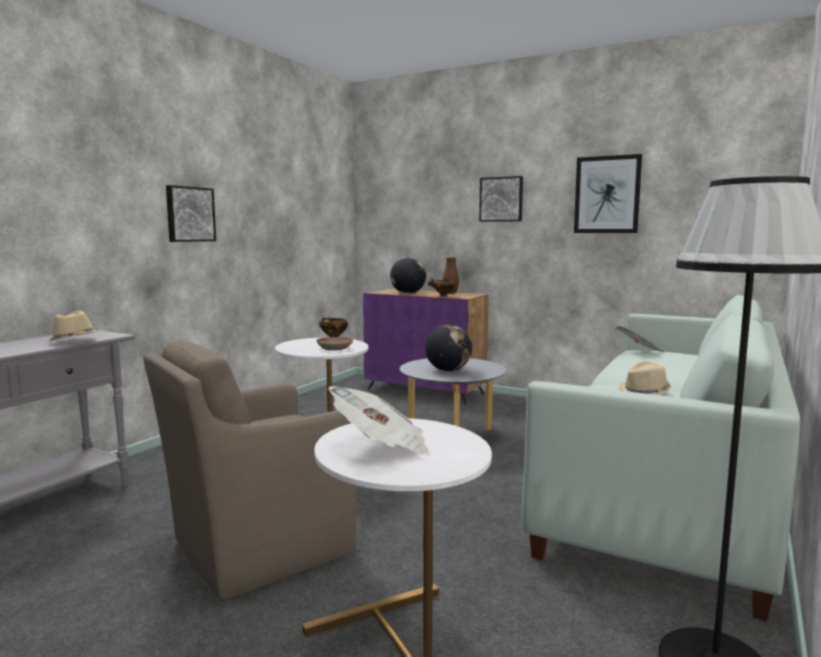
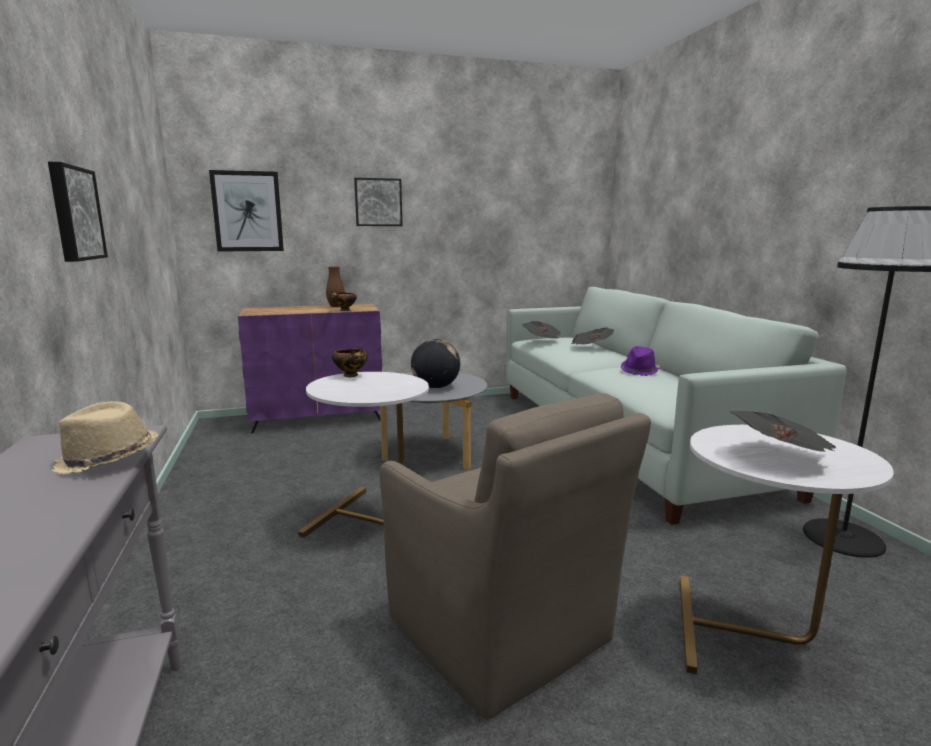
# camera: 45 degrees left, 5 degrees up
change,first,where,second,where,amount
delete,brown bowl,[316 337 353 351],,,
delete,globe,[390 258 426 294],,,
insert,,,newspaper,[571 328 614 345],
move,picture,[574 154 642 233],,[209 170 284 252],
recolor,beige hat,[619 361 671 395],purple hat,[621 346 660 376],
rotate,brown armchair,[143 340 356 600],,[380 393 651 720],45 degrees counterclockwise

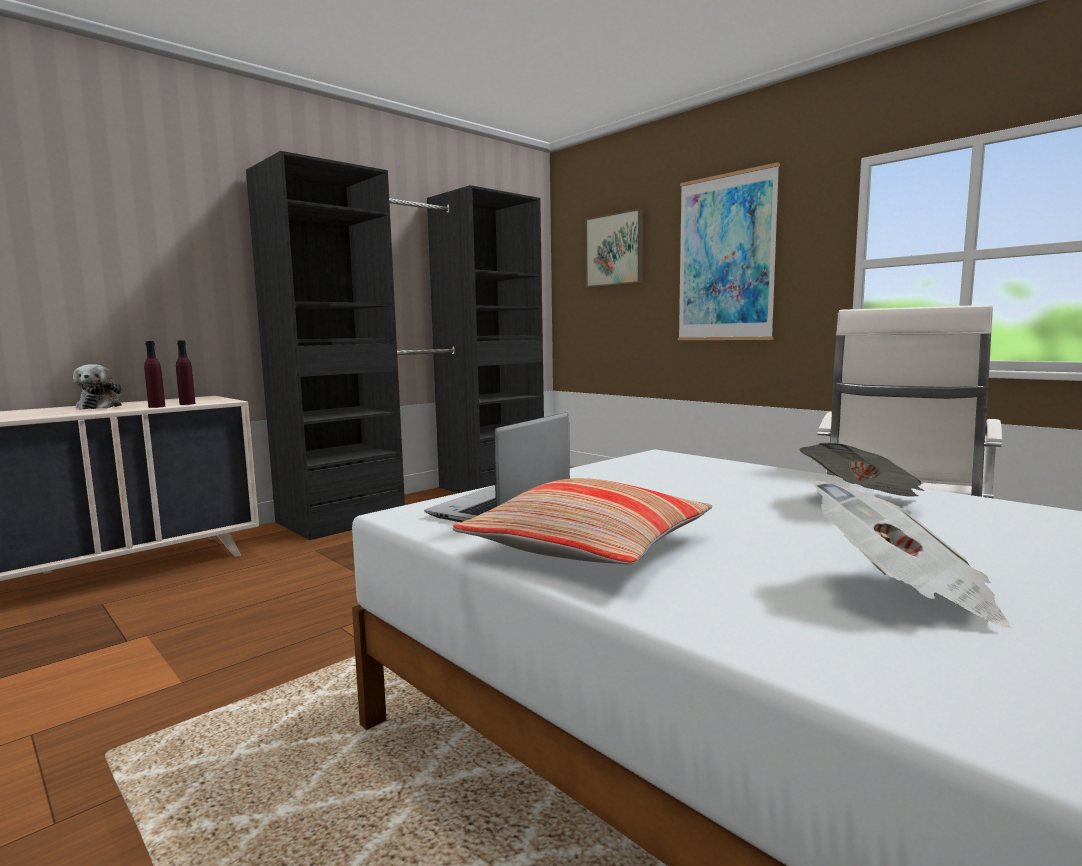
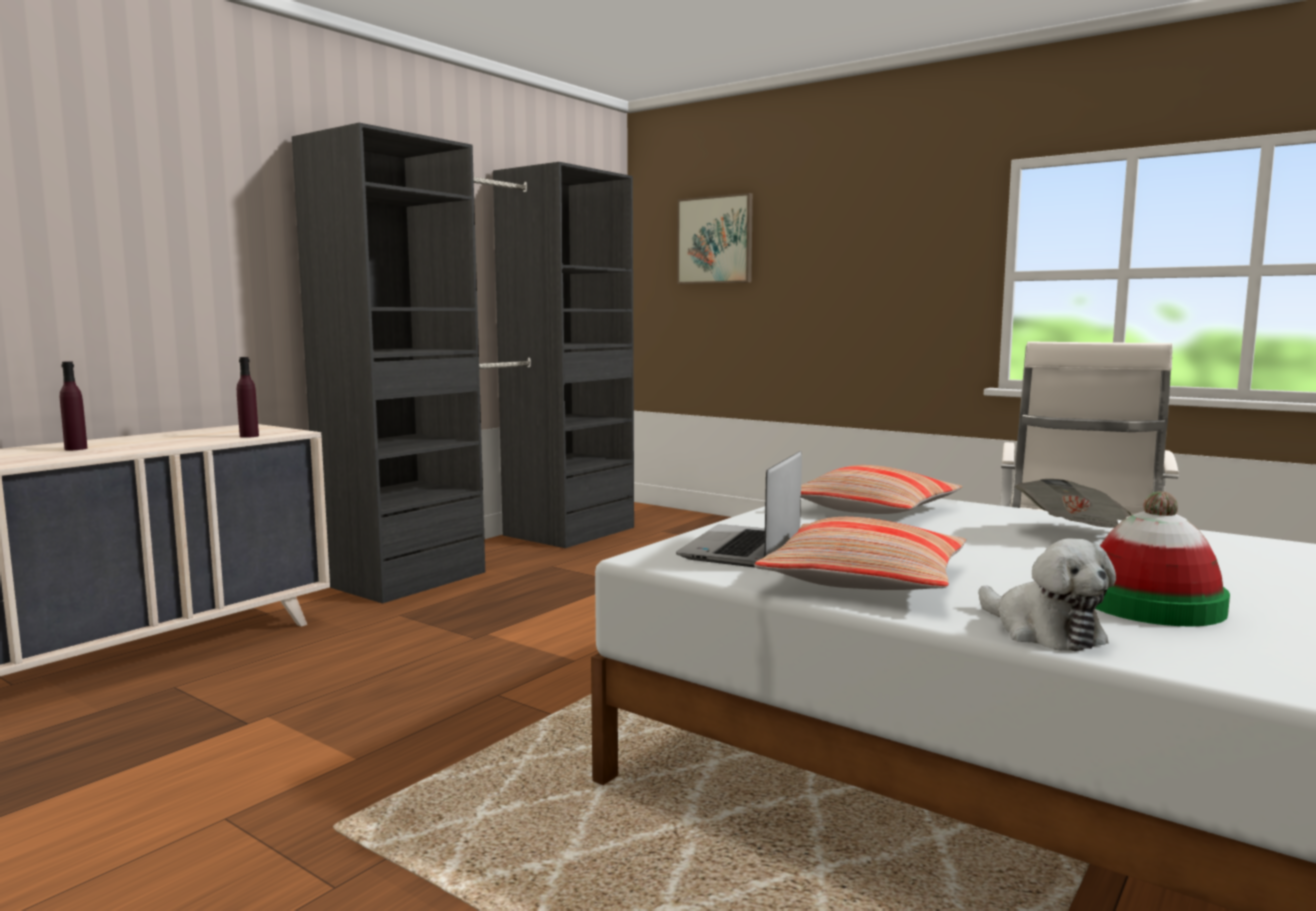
# camera: 10 degrees left, 0 degrees up
change,first,where,second,where,amount
delete,picture,[678 162 780 340],,,
insert,,,pillow,[801 465 963 514],
move,plush toy,[73 364 122 409],,[979 538 1116 652],
move,purple bottle,[144 341 165 408],,[60 361 87 450],
replace,newspaper,[813 481 1012 628],hat,[1095 491 1230 626],

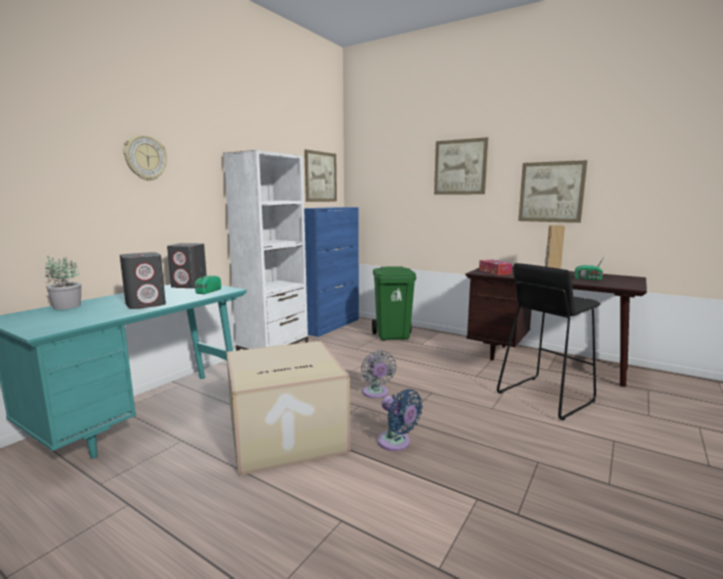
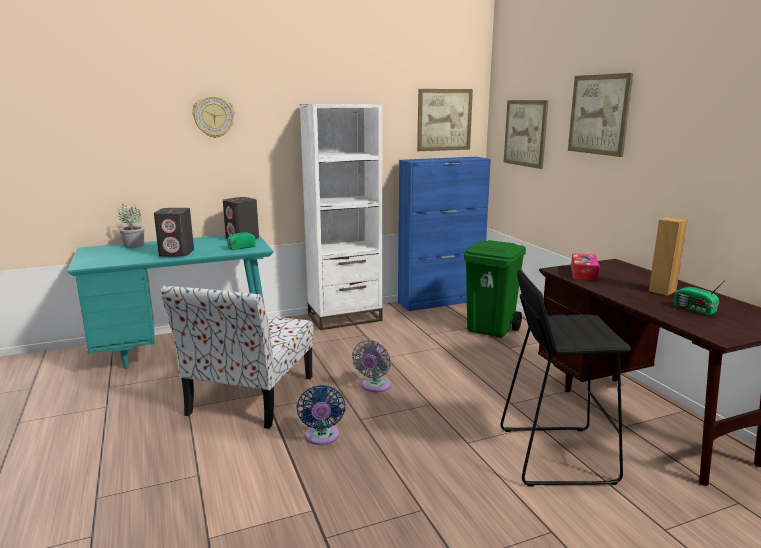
# camera: 35 degrees right, 5 degrees up
change,first,where,second,where,amount
move,picture,[518 160 588 223],,[504 100 549 169],
replace,cardboard box,[226 341 350 476],chair,[161 285 314 429],

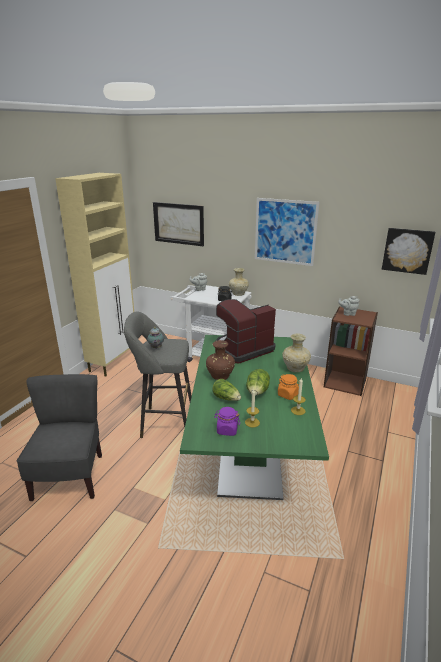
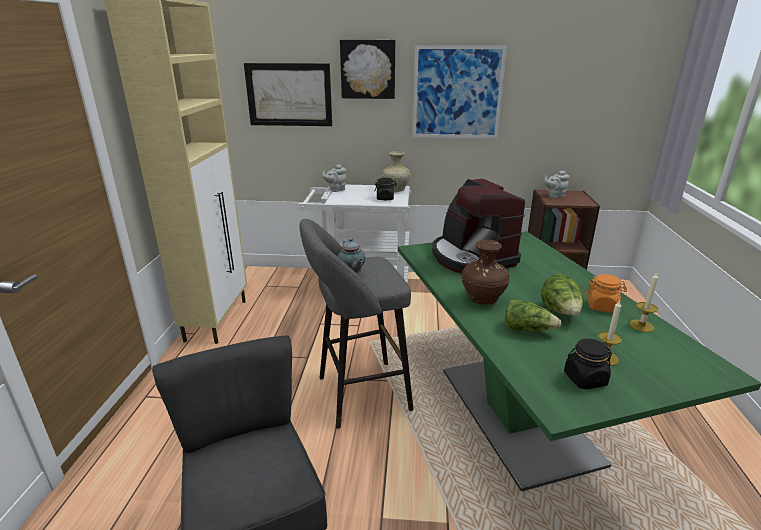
# camera: 20 degrees left, 0 degrees up
change,first,where,second,where,amount
delete,beige vase,[282 333 311 372],,,
move,picture,[382 228 435 275],,[340 40 395 99],
recolor,purple jar,[214 407 240 436],black jar,[564 338 612 389],
rotate,coffee machine,[215 299 276 364],,[432 179 525 273],60 degrees counterclockwise

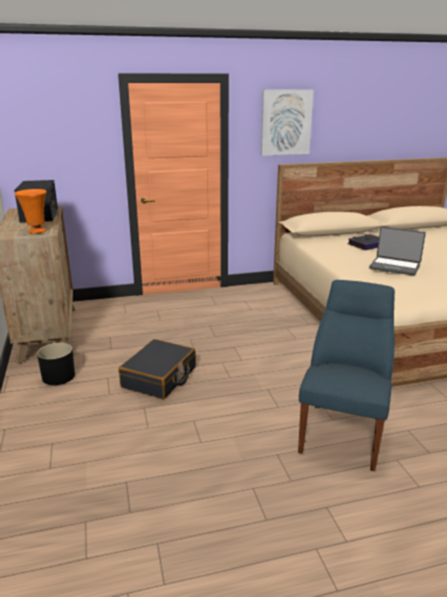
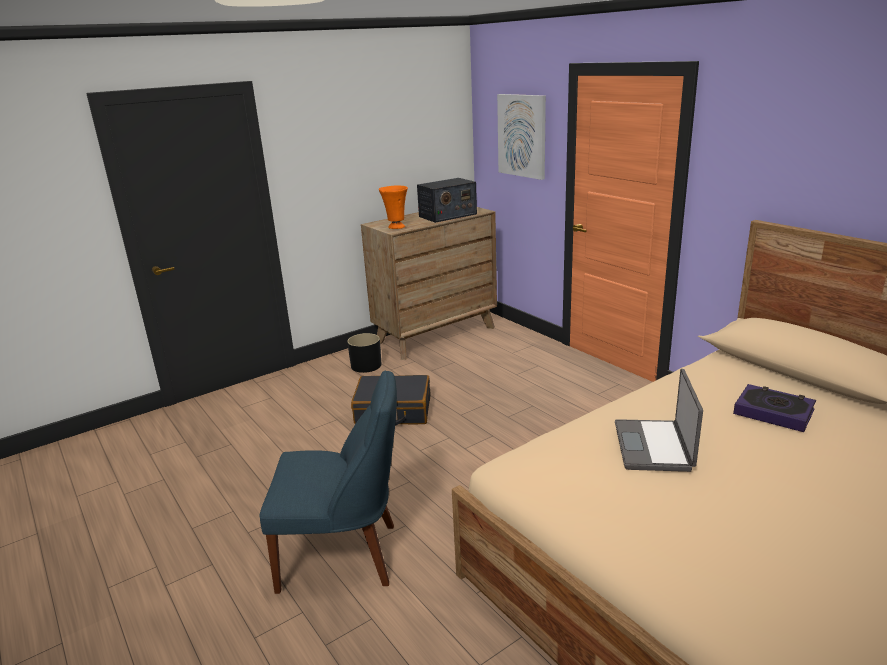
# camera: 70 degrees right, 0 degrees up
change,first,where,second,where,amount
move,picture,[261 89 313 156],,[497 94 546 180],

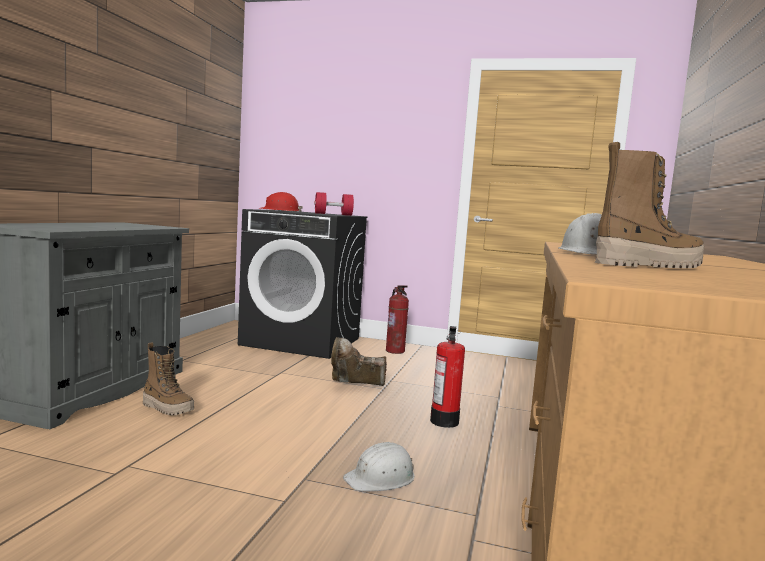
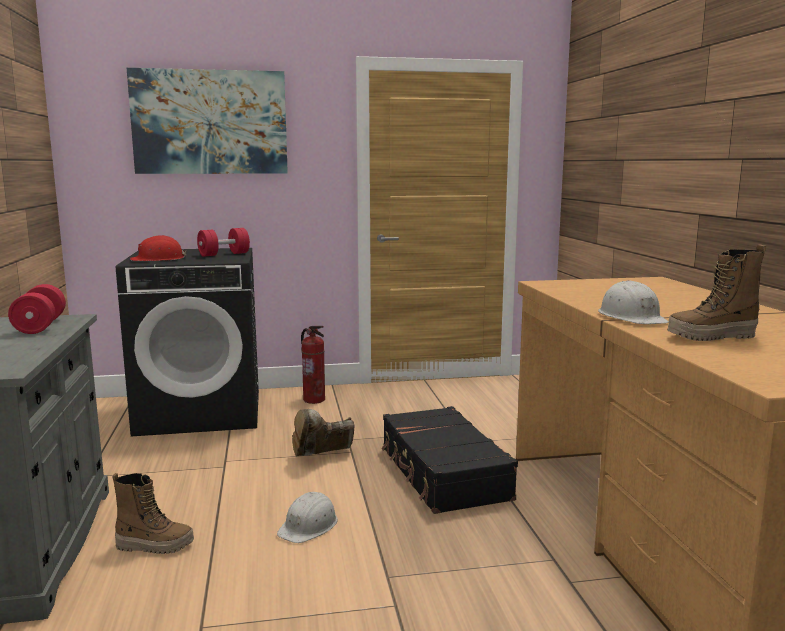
# camera: 25 degrees left, 5 degrees up
change,first,where,second,where,amount
insert,,,red dumbbell,[8 284 66 334],
insert,,,picture,[127 68 288 174],
move,white hard hat,[343 442 415 492],,[277 492 338 543],
replace,fire extinguisher,[430 326 465 428],black suitcase,[381 406 518 514],
rotate,boot,[595 142 704 268],,[668 244 766 341],150 degrees counterclockwise

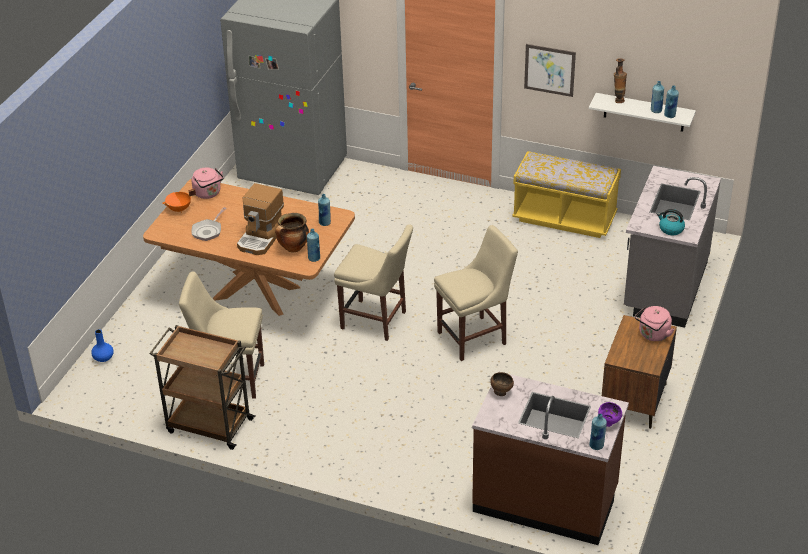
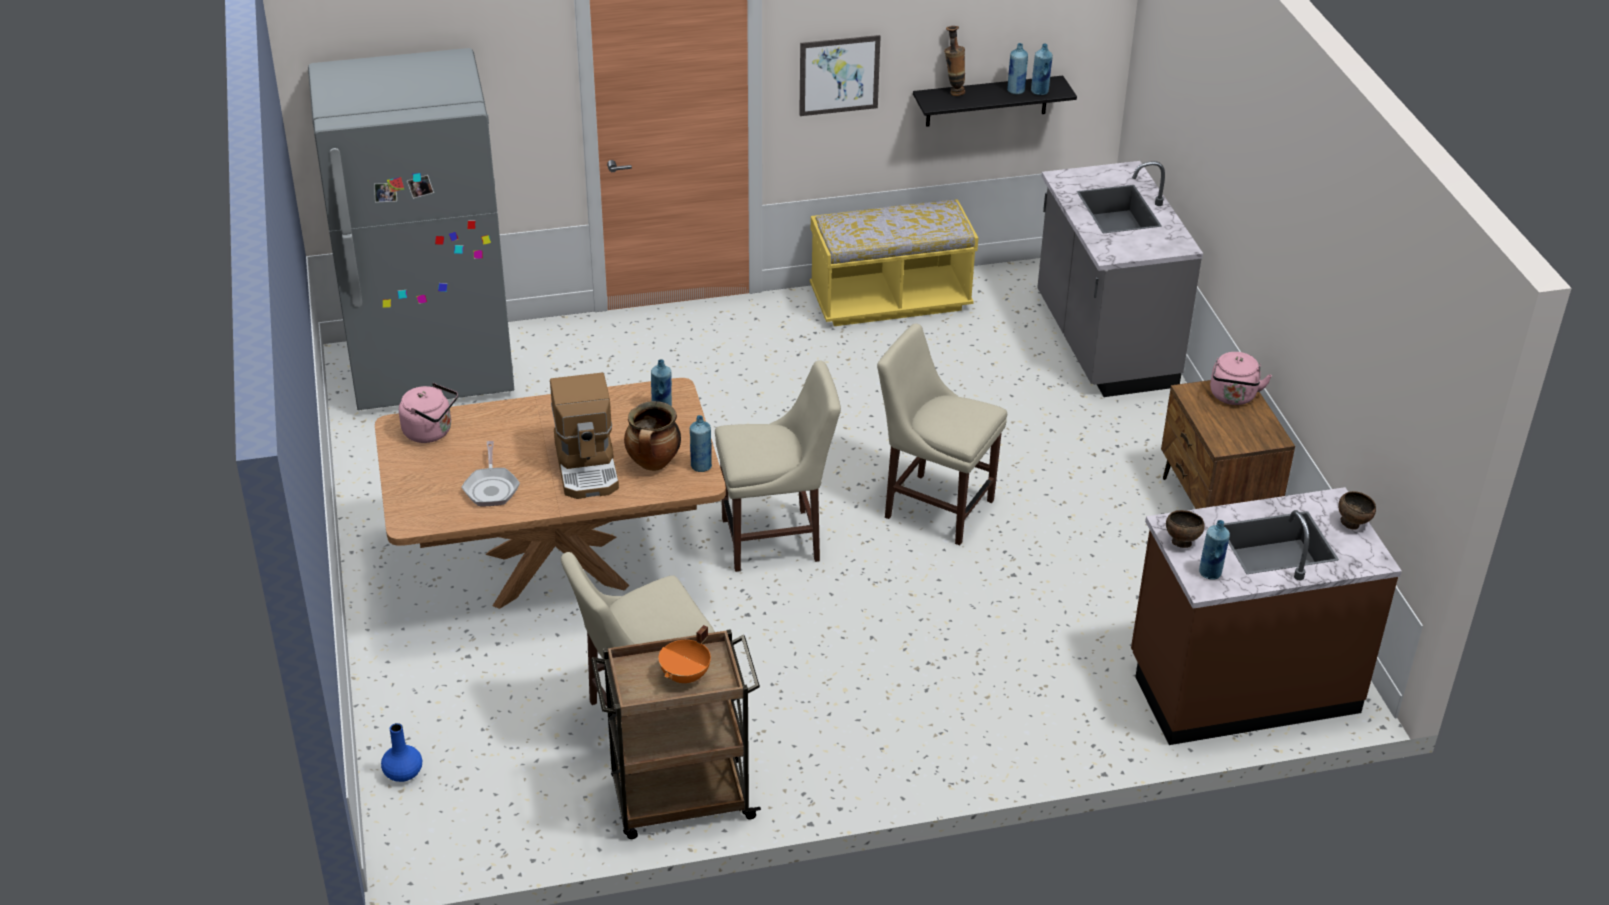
# camera: 35 degrees left, 0 degrees up
change,first,where,second,where,amount
delete,kettle,[657 209 685 235],,,
move,orange cooking pot,[163 189 196 213],,[658 625 711 684],
move,blue bottle,[589 414 607 450],,[1199 520 1230 580],
recolor,white shelf,[589 93 696 132],black shelf,[913 76 1077 127],
recolor,purple bowl,[598 402 622 427],brown bowl,[1338 491 1376 529],
rotate,beige chair,[434 225 518 361],,[877 324 1007 545],90 degrees counterclockwise

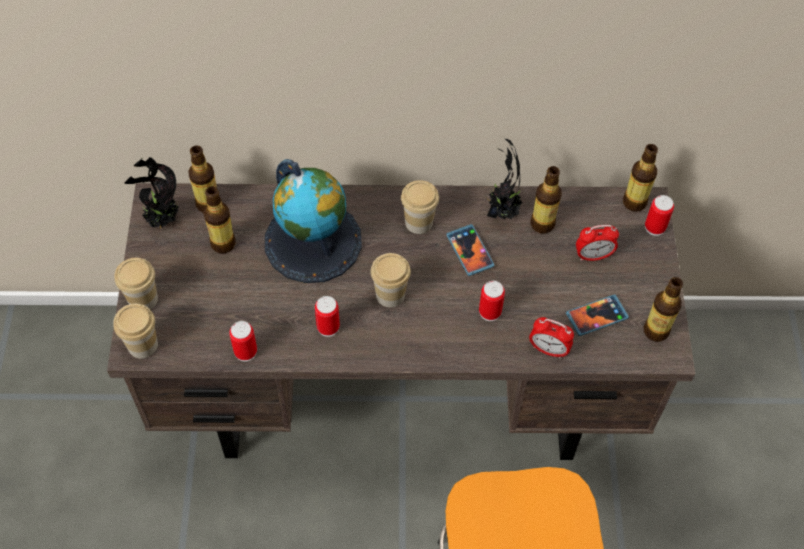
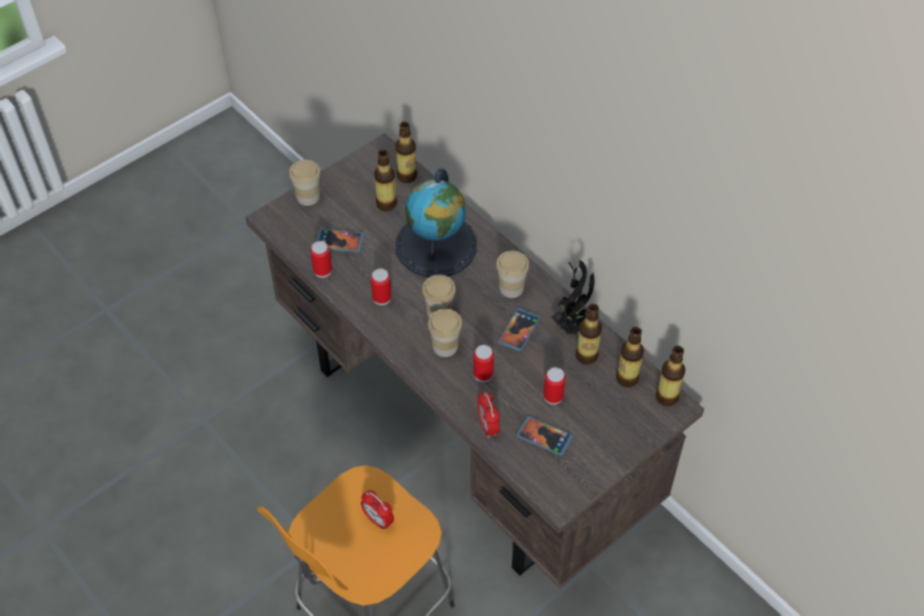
# camera: 50 degrees right, 5 degrees down
change,first,where,second,where,amount
delete,potted plant,[125 157 181 229],,,
insert,,,phone,[316 229 364 253],
move,cup,[113 304 158 358],,[428 309 462 357],
move,alarm clock,[576 225 619 261],,[361 490 394 530],
move,bottle,[644 277 683 342],,[616 327 644 387],
move,can,[645 195 674 236],,[543 367 566 405],

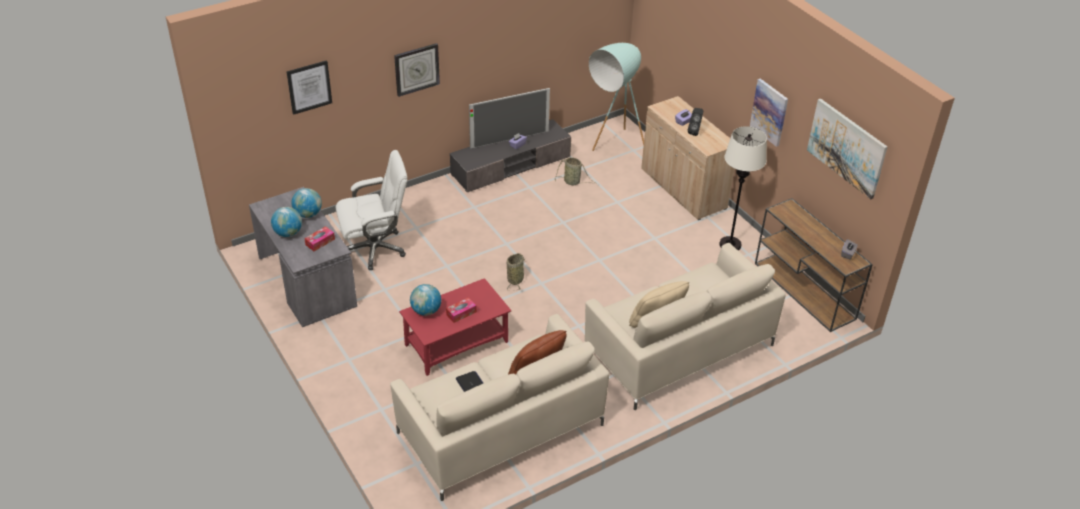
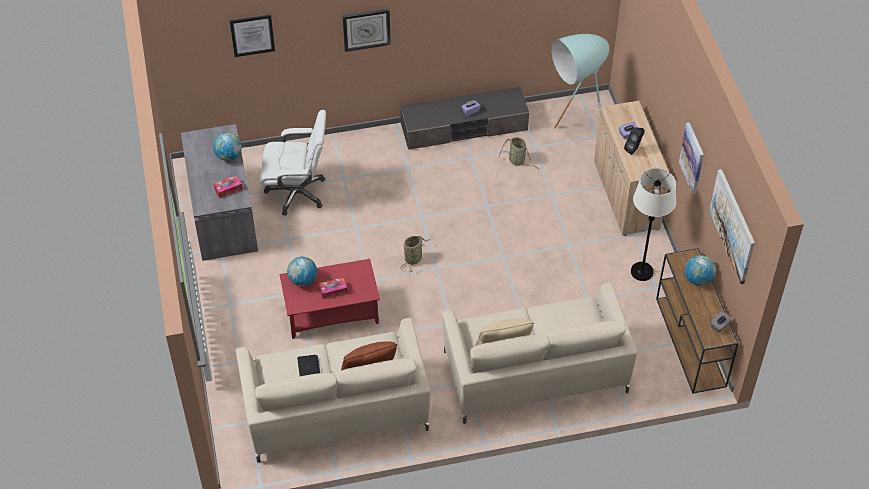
# camera: 20 degrees right, 10 degrees up
change,first,where,second,where,amount
delete,television,[469 88 550 148],,,
move,globe,[271 207 302 237],,[685 255 716 286],

